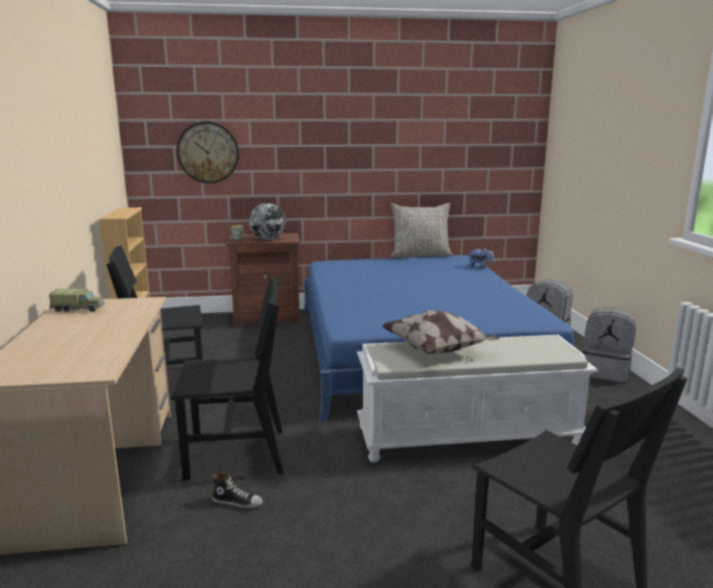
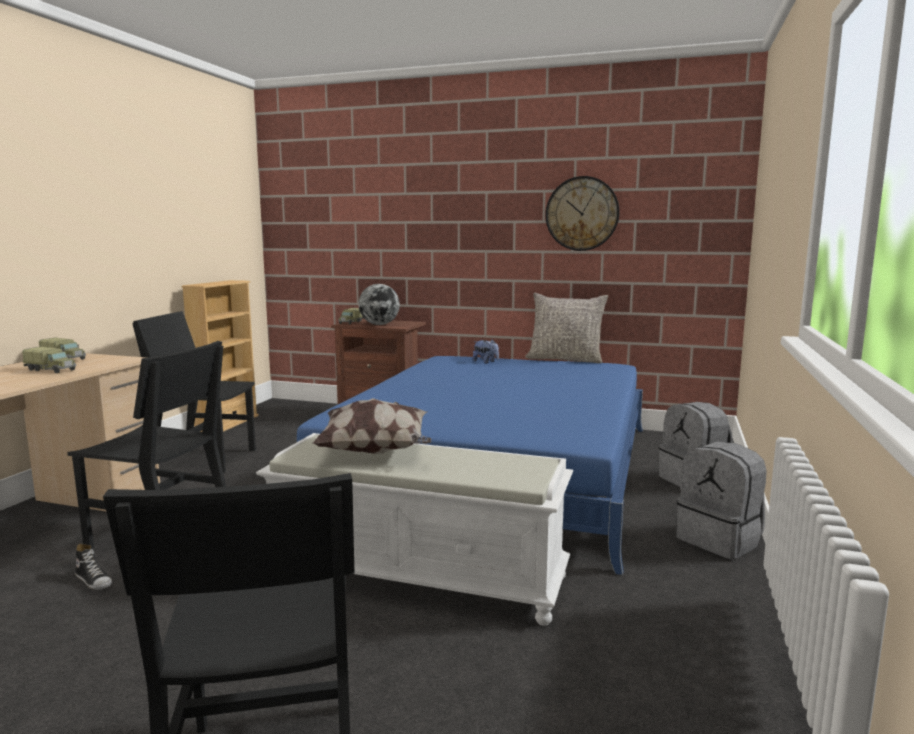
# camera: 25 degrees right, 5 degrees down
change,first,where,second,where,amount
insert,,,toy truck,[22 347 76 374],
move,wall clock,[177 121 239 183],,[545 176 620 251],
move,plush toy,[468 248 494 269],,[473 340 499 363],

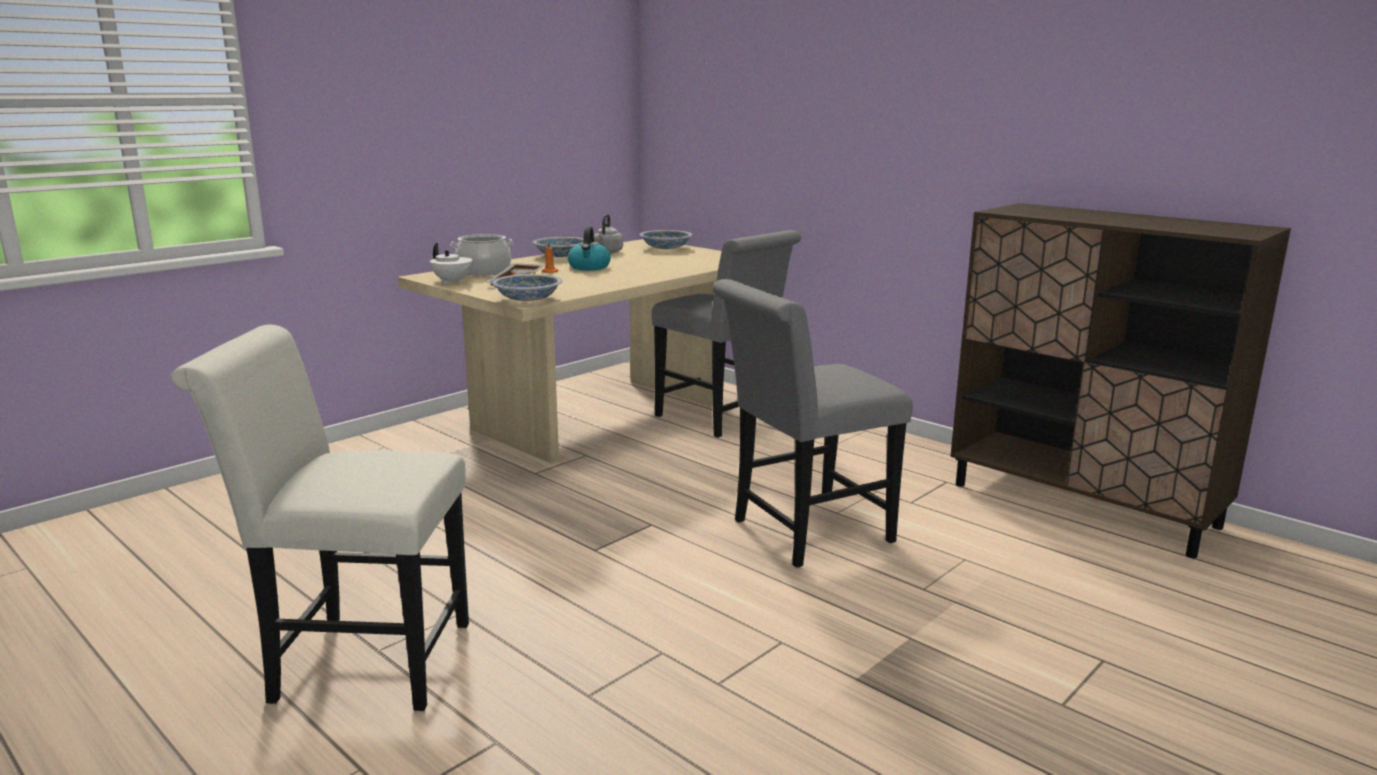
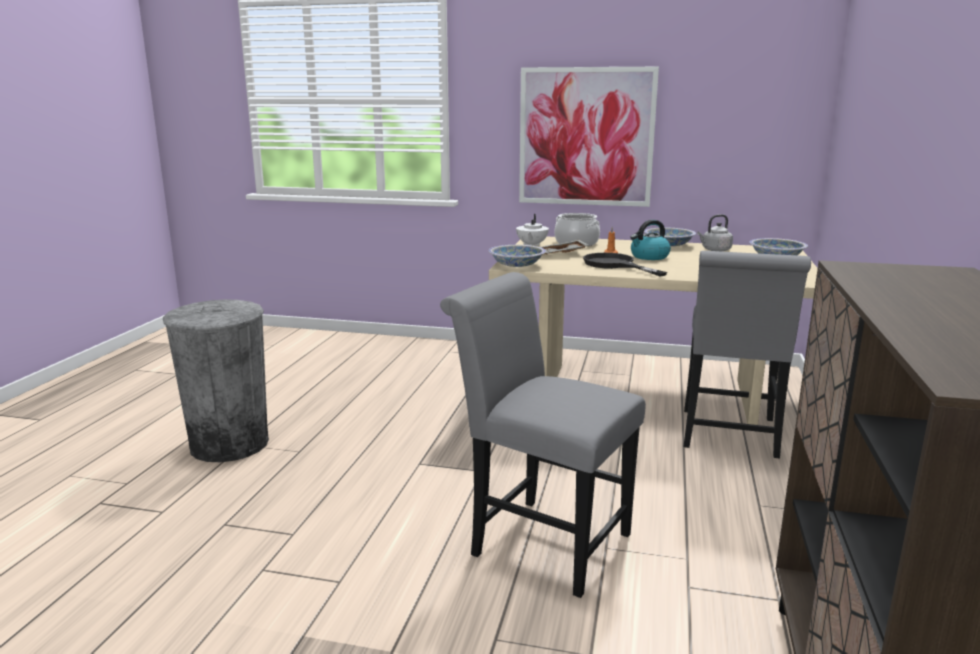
# camera: 60 degrees right, 0 degrees up
change,first,where,second,where,amount
insert,,,picture,[519 67 659 207],
insert,,,black frying pan,[583 253 667 276],
replace,white chair,[171 325 469 711],grey trash can,[163 300 269 462],

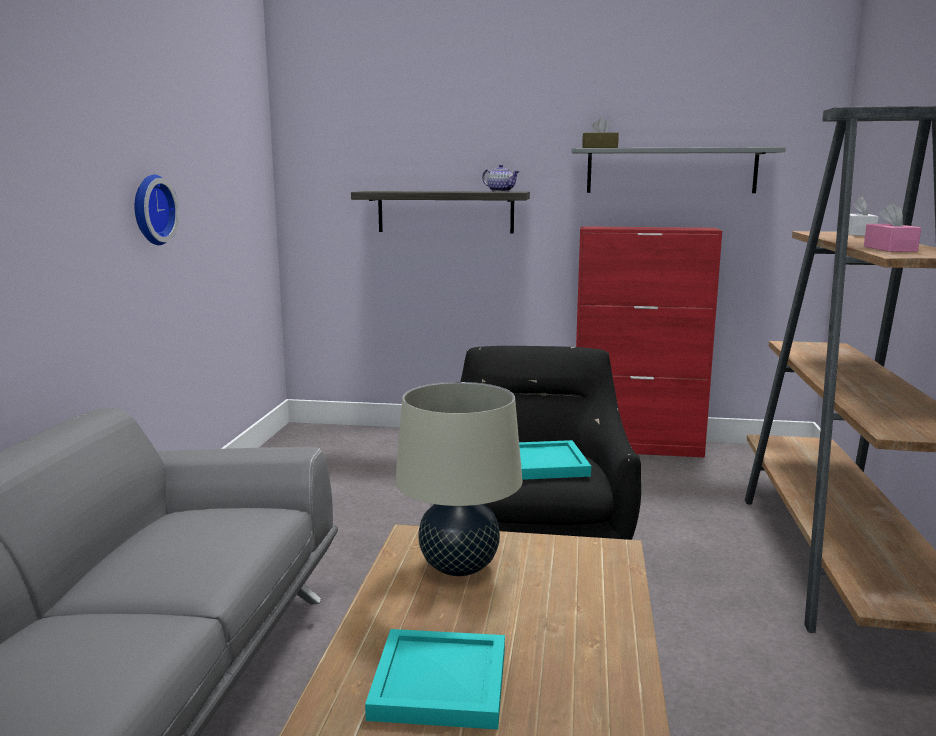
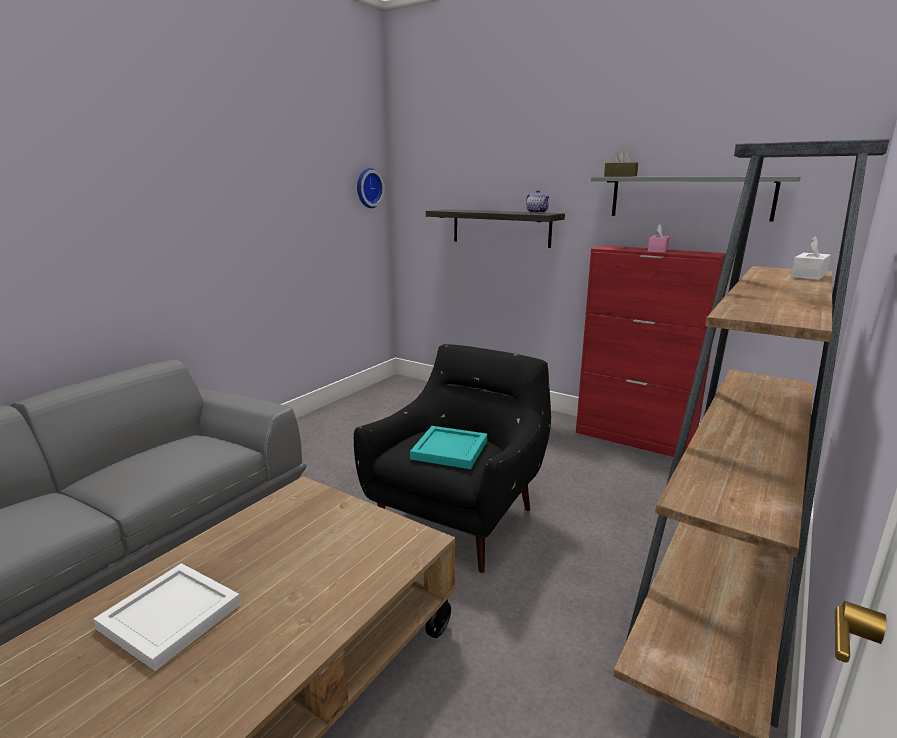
# camera: 25 degrees right, 5 degrees up
change,first,where,second,where,amount
delete,beige table lamp,[395 382 523 576],,,
move,wall clock,[135 175 179 245],,[357 168 385 208],
move,pink tissue box,[864 202 921 252],,[648 224 670 253],
recolor,turquoise tray,[365 629 505 730],white tray,[94 563 241 671],

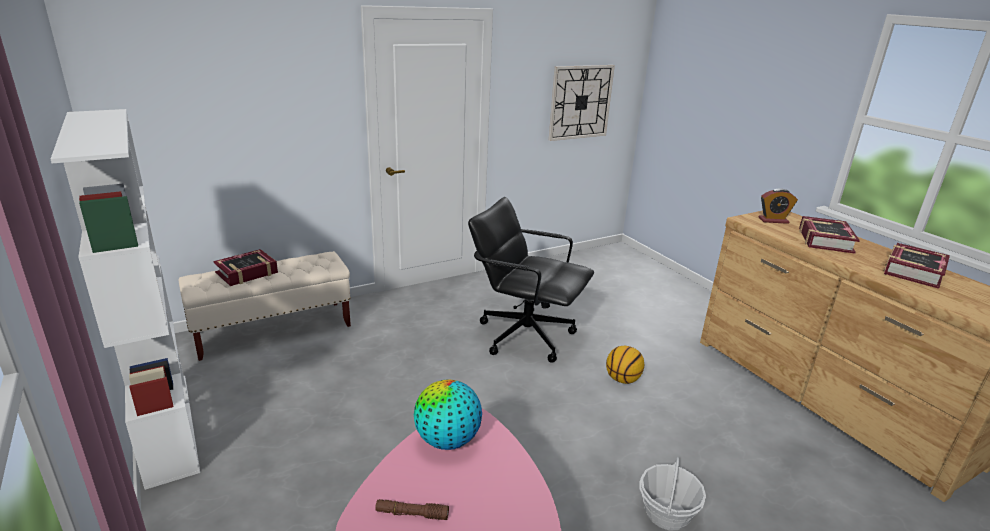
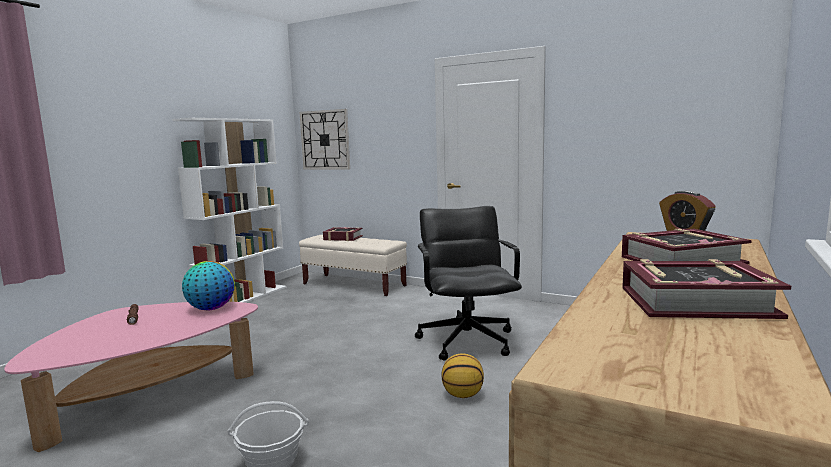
# camera: 60 degrees right, 15 degrees down
change,first,where,second,where,amount
move,wall clock,[549 65 615 141],,[300 109 350 170],

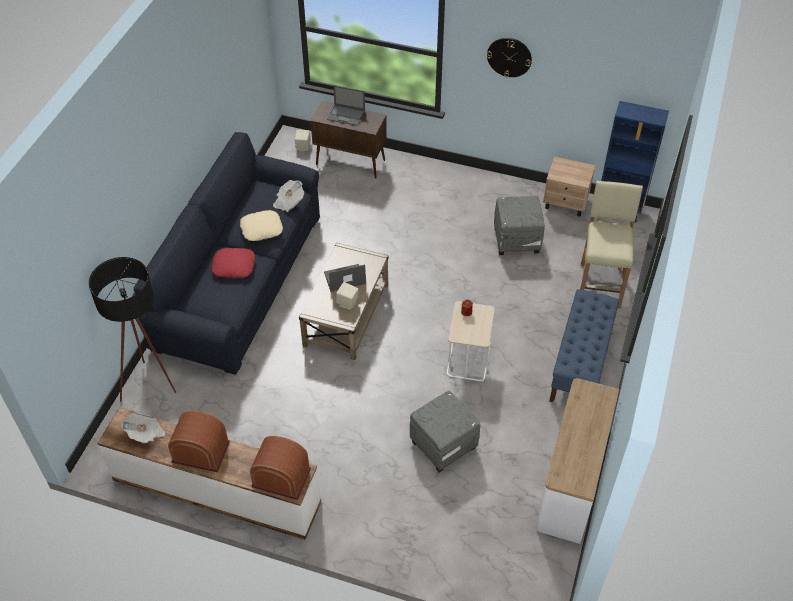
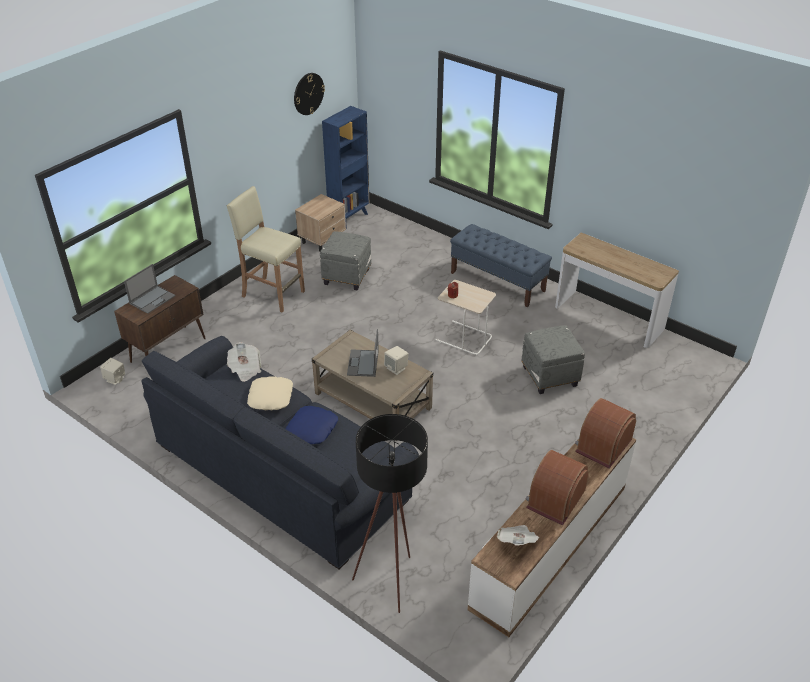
# camera: 70 degrees left, 10 degrees down
change,first,where,second,where,amount
move,wall clock,[487 38 532 77],,[294 73 325 115],
move,beige stool,[580 181 643 309],,[226 186 305 313],
recolor,red pillow,[211 248 255 278],blue pillow,[286 406 338 444],

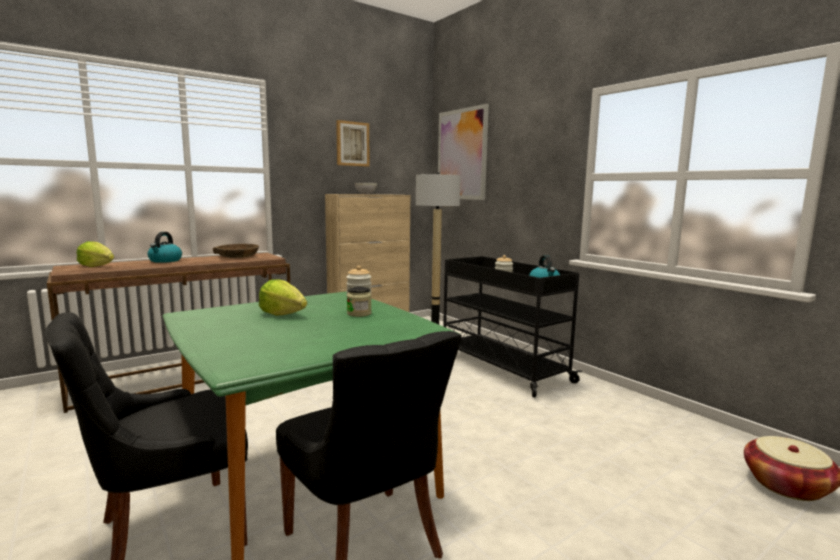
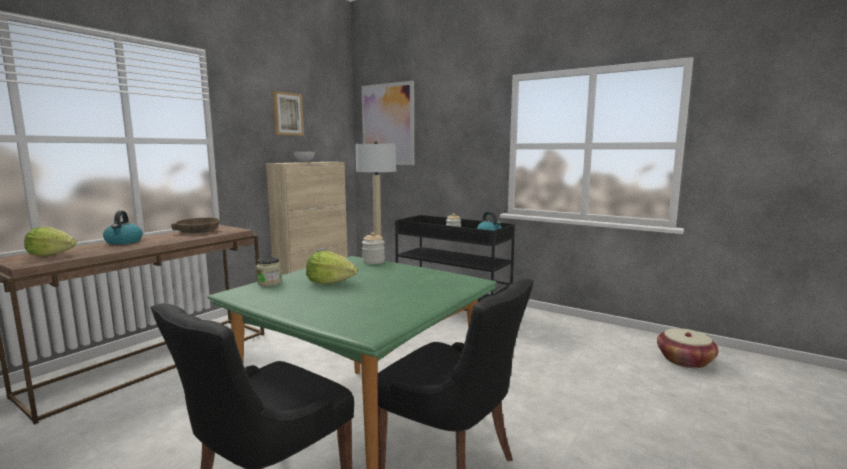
# camera: 20 degrees left, 0 degrees up
change,first,where,second,where,amount
move,jar,[347 286 371 317],,[256 257 282 286],

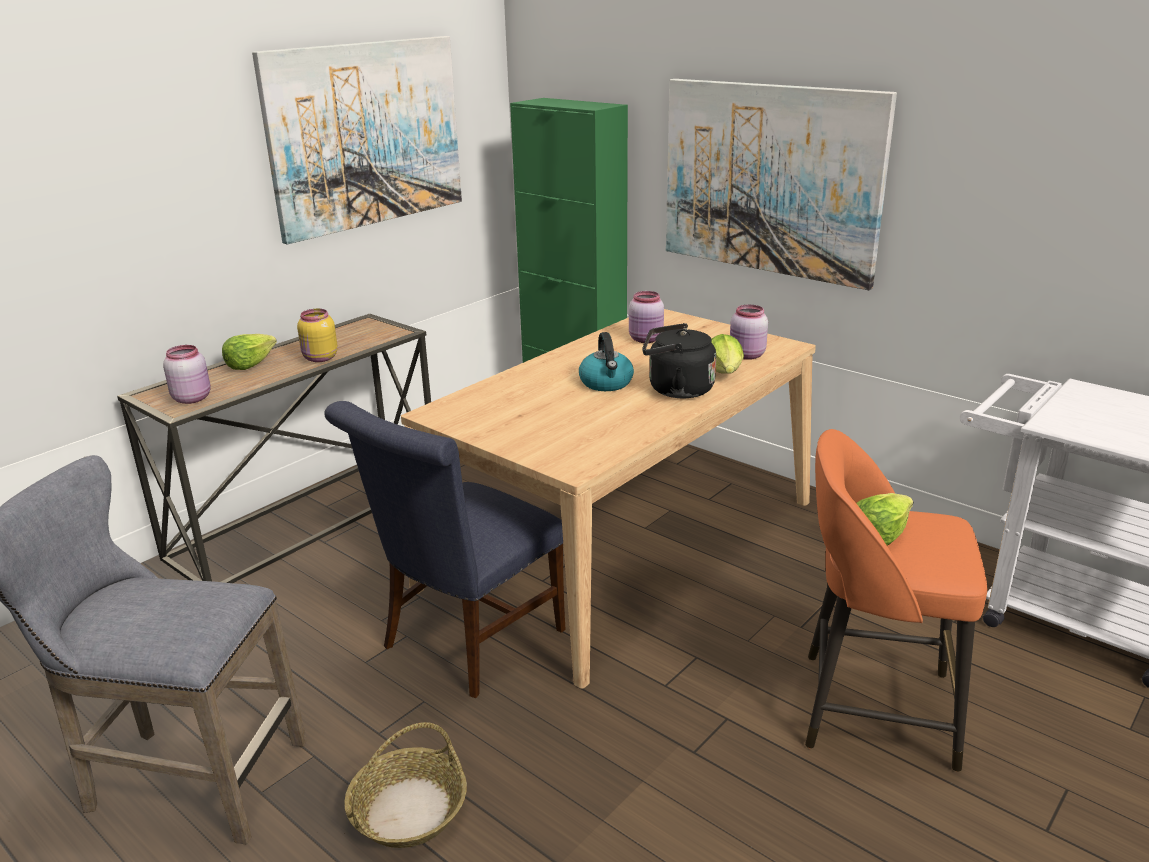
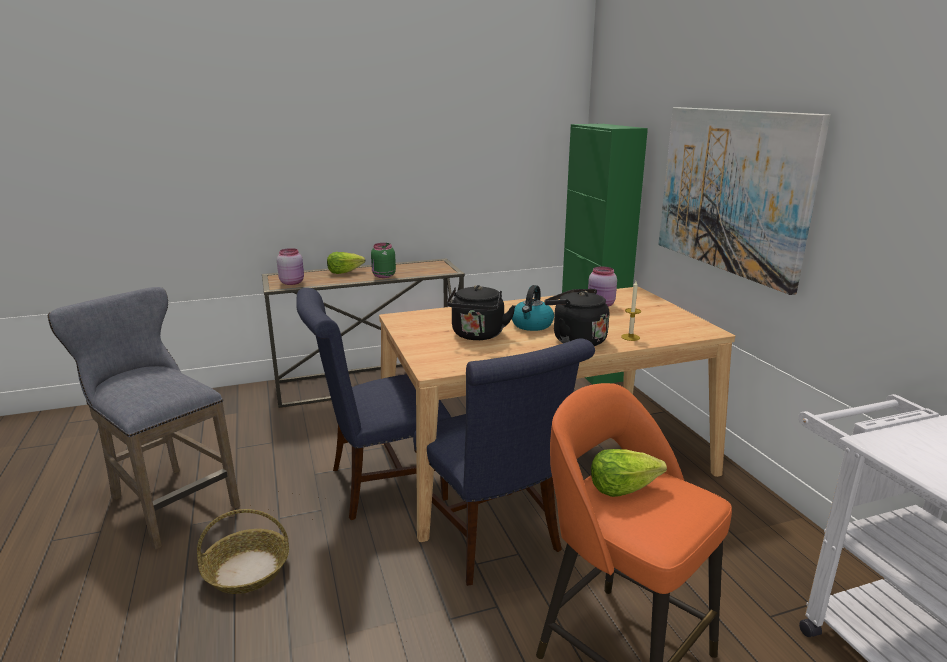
# camera: 30 degrees right, 5 degrees down
change,first,where,second,where,amount
delete,picture,[252 36 462 245],,,
delete,pink jar,[730 305 768 360],,,
insert,,,blue chair,[413 339 595 586],
insert,,,black kettle,[447 285 516 340],
replace,lettuce,[711 334 744 374],candle,[621 281 641 341],
recolor,yellow jar,[297 309 338 362],green jar,[371 243 396 278],

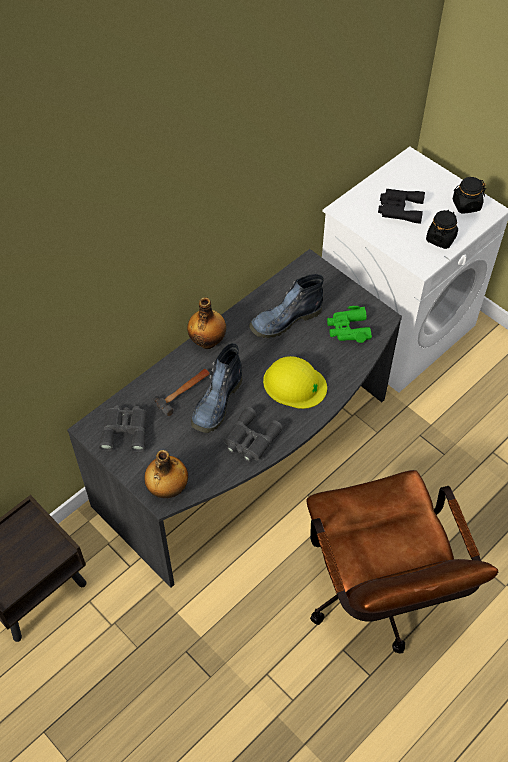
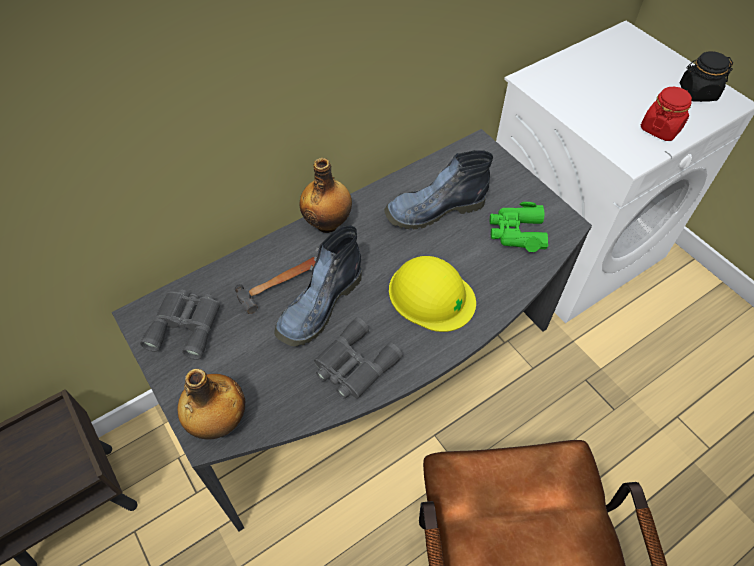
# camera: 10 degrees right, 0 degrees up
change,first,where,second,where,amount
delete,black binoculars,[378 189 425 224],,,
recolor,black jar,[426 210 458 249],red jar,[641 87 692 141],

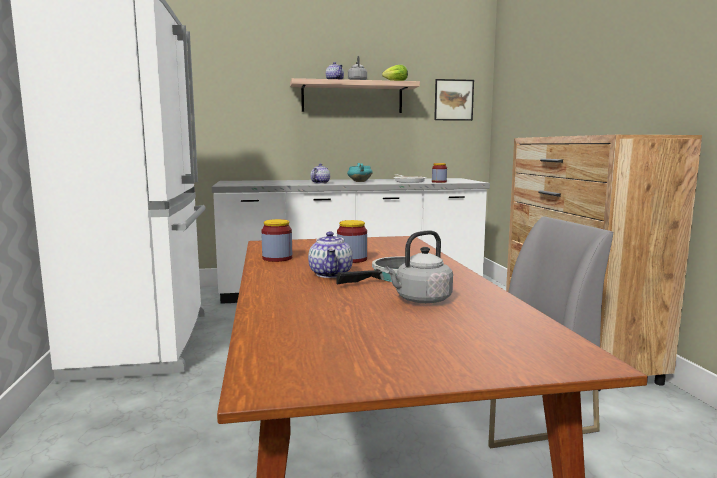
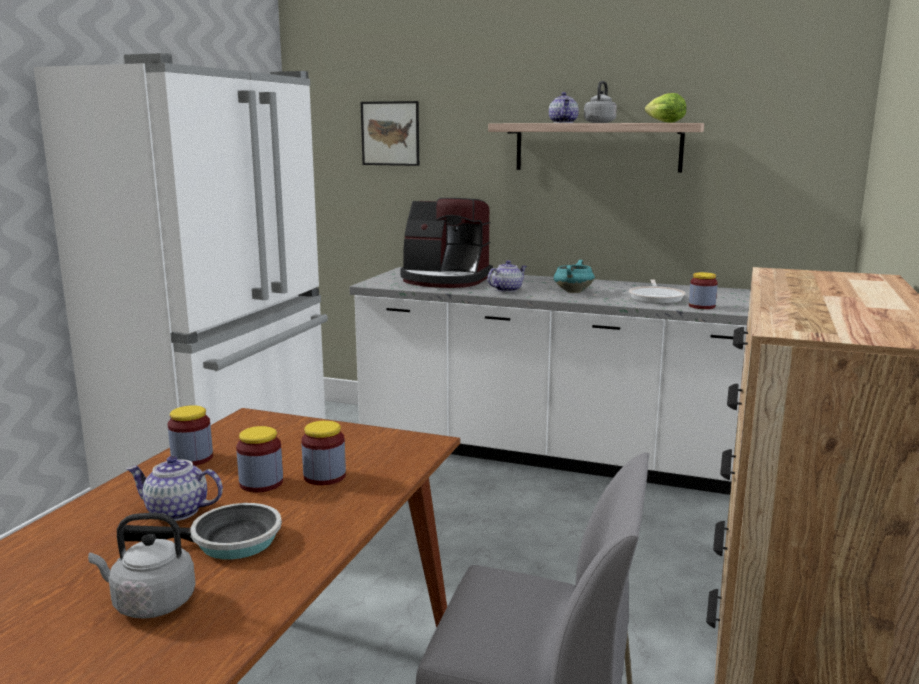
# camera: 30 degrees right, 5 degrees up
change,first,where,second,where,amount
insert,,,jar,[301 420 346 485],
insert,,,coffee machine,[401 198 493 288],
move,picture,[434 79 474 121],,[361 101 419 166],
rotate,teapot,[308 231 353 278],,[127 456 223 521],75 degrees clockwise

